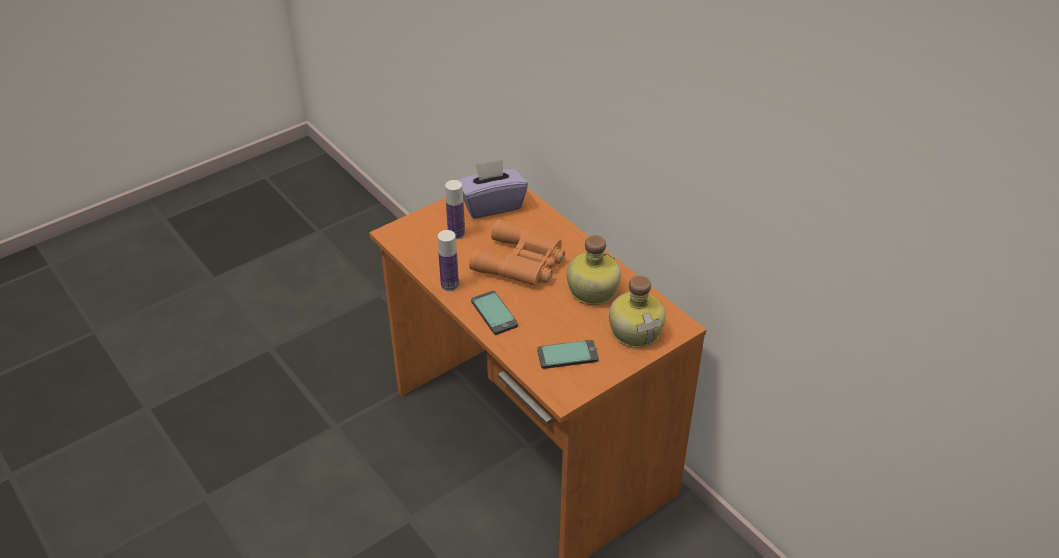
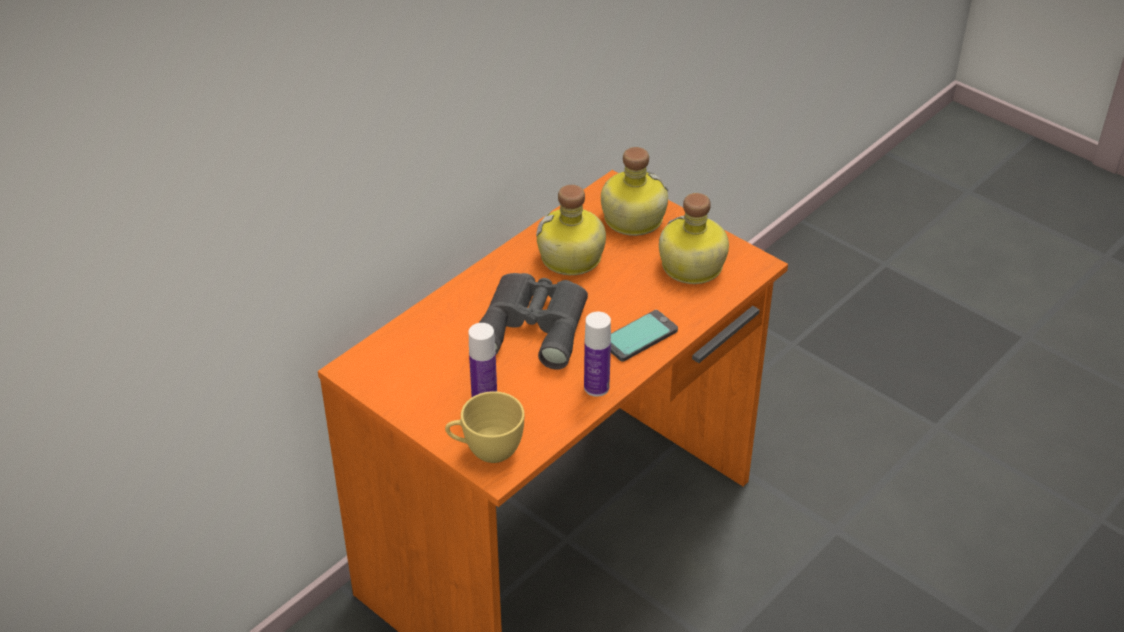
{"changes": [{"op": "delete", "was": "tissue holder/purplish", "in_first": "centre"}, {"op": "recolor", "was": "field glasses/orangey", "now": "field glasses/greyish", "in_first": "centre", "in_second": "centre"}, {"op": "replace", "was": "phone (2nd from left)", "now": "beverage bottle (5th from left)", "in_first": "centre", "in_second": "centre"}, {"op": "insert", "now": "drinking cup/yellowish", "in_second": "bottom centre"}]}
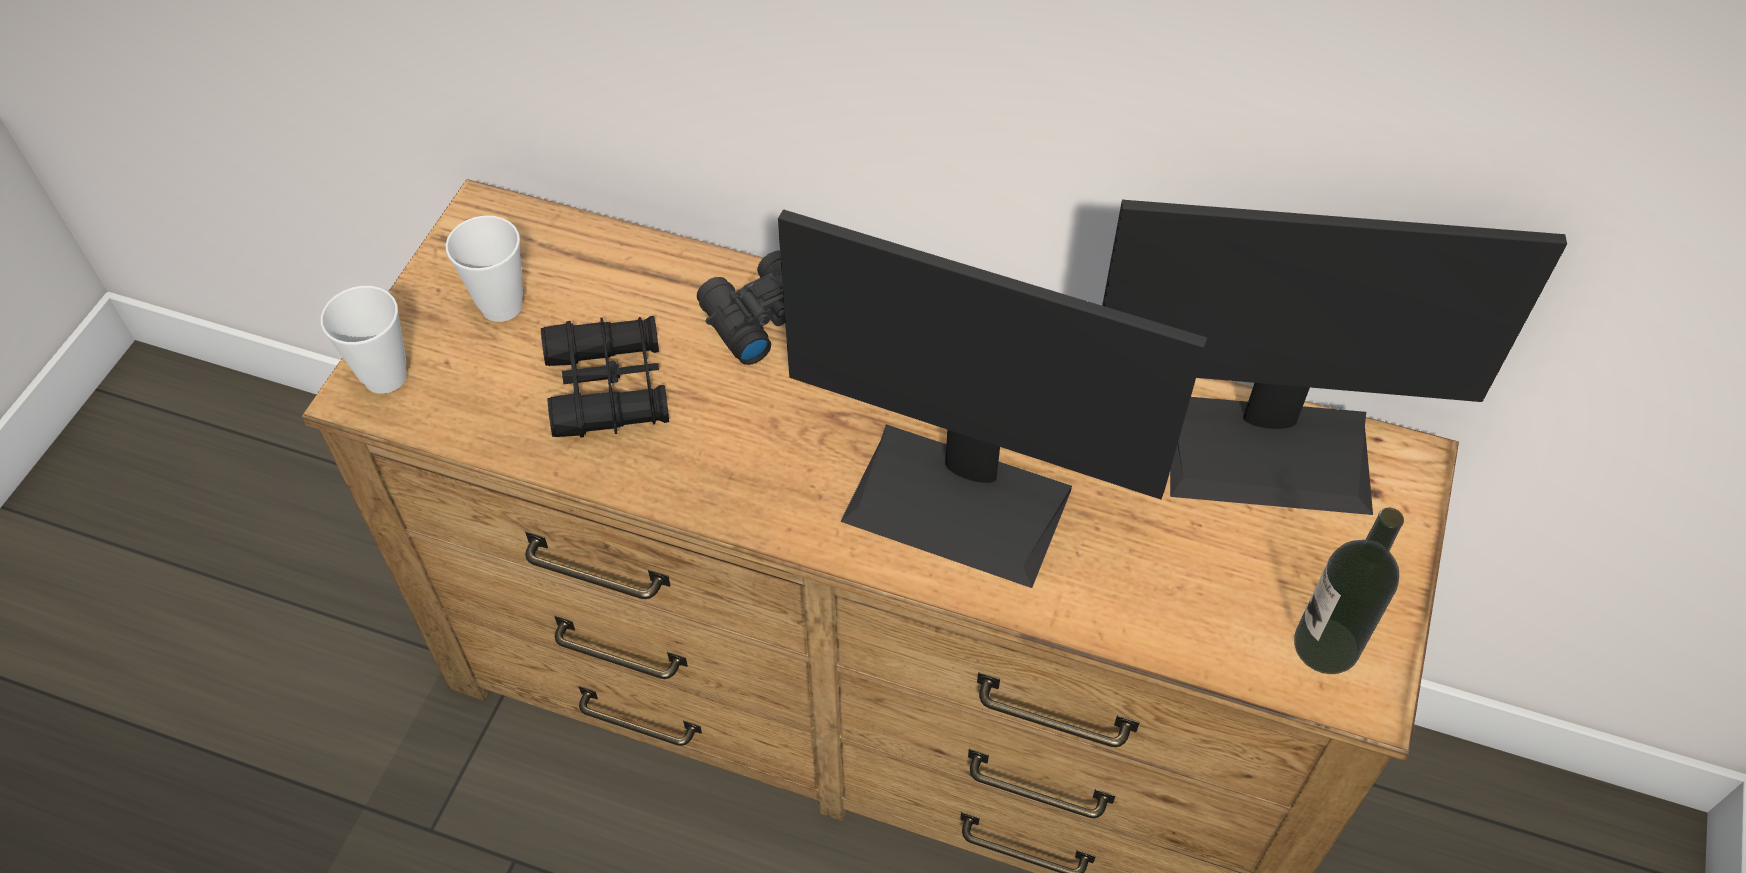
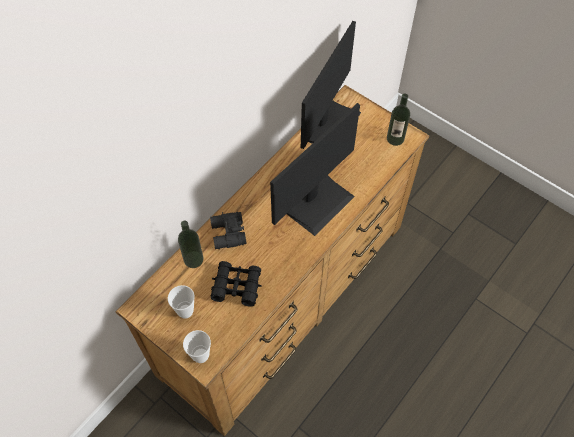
{"changes": [{"op": "insert", "now": "beverage bottle (1st from left)", "in_second": "middle left"}]}
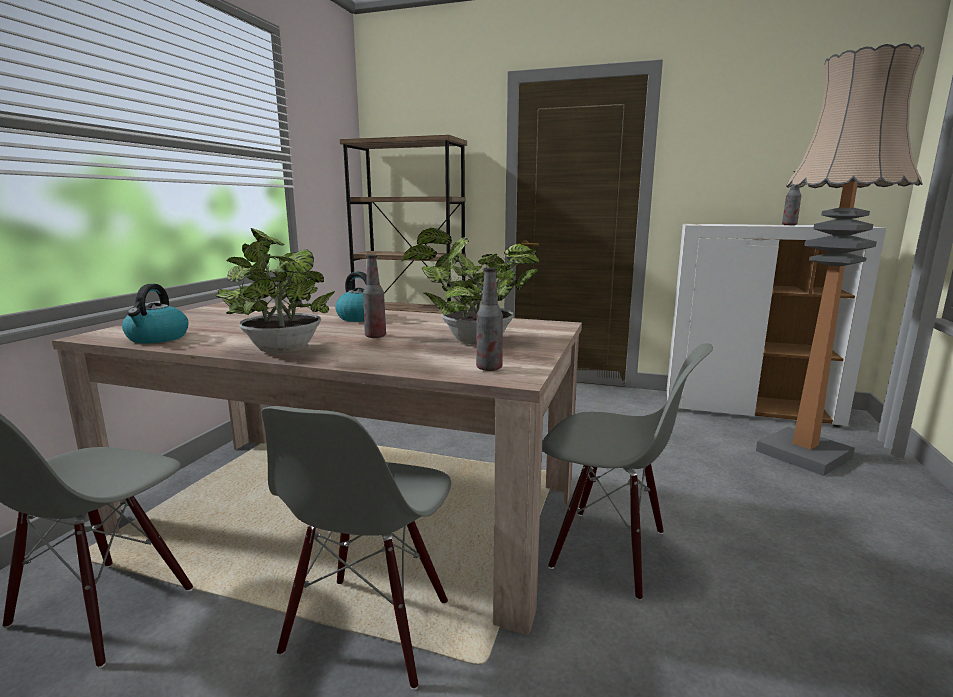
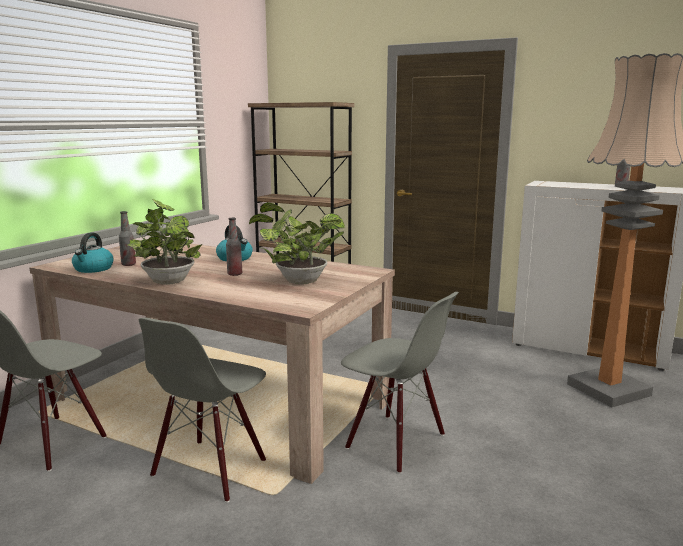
{"changes": [{"op": "move", "was": "beverage bottle (2nd from left in the first image)", "now": "beverage bottle (1st from left)", "in_first": "centre", "in_second": "middle left"}]}
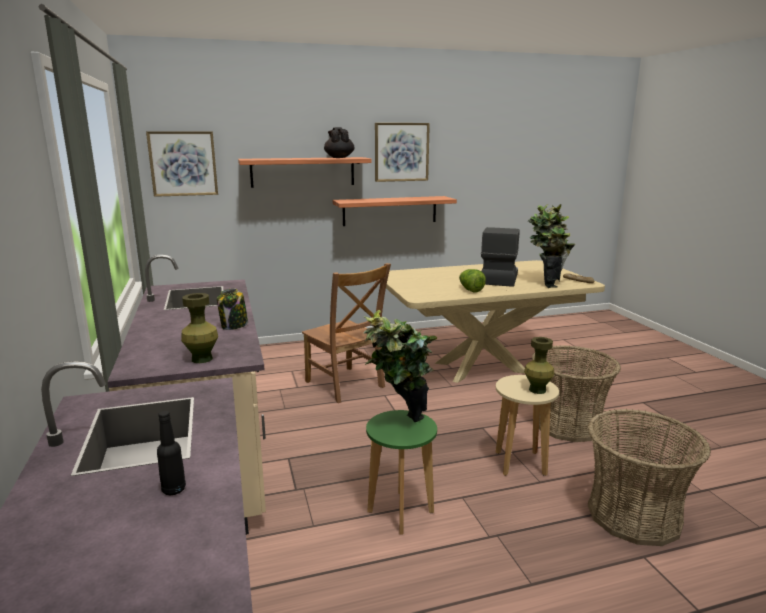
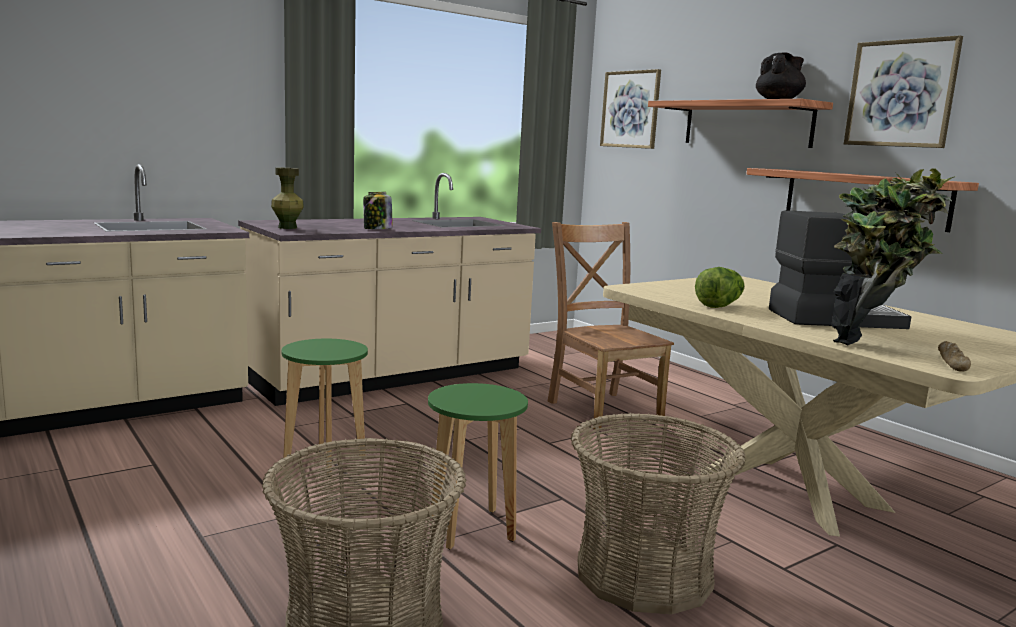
{"changes": [{"op": "rotate", "was": "upright chair/brown-coloured", "in_first": "centre", "in_second": "centre", "clockwise": 120}, {"op": "delete", "was": "plant in a pot (1st from left)", "in_first": "centre"}, {"op": "delete", "was": "decorative vase/green (2nd from left)", "in_first": "middle right"}, {"op": "recolor", "was": "stool/beige", "now": "stool/green (2nd from left)", "in_first": "bottom right", "in_second": "bottom centre"}, {"op": "delete", "was": "beverage bottle/black-coloured", "in_first": "bottom left"}]}
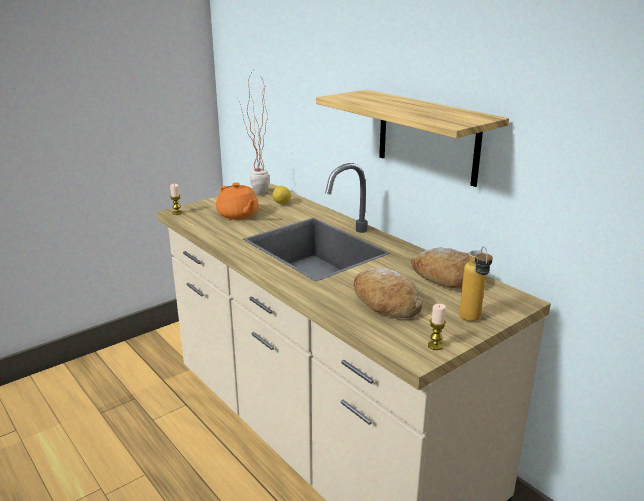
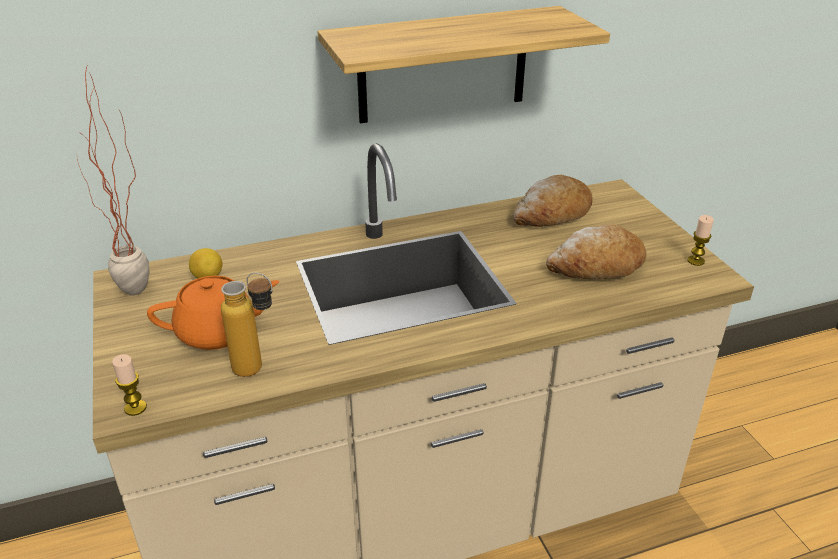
{"changes": [{"op": "move", "was": "beverage bottle", "in_first": "middle right", "in_second": "middle left"}]}
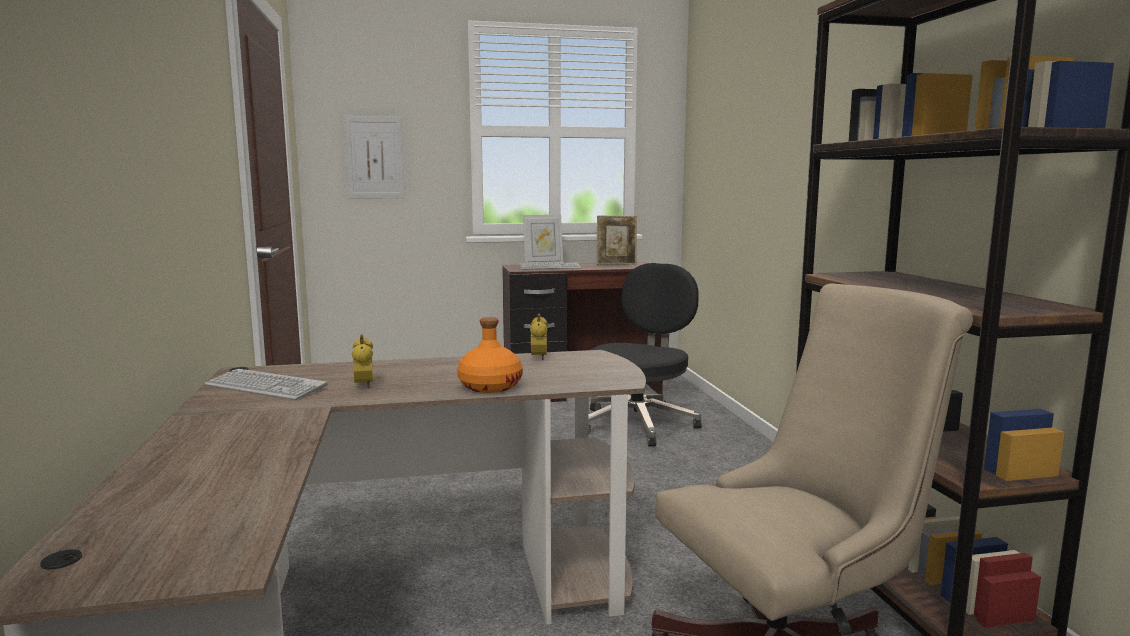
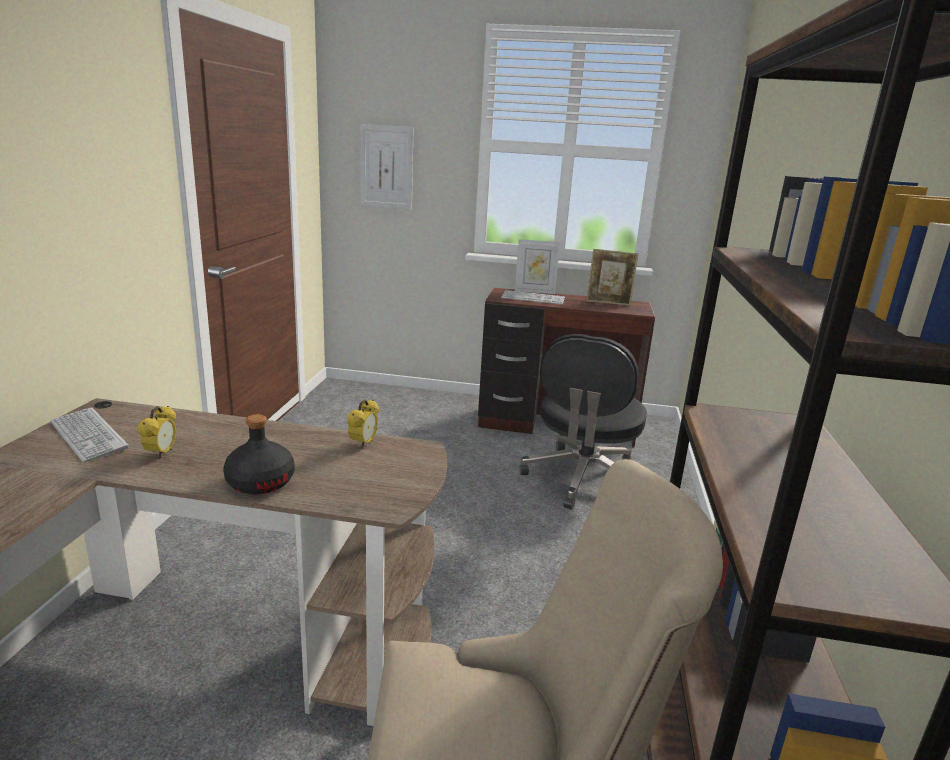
{"changes": [{"op": "rotate", "was": "office chair/black-coloured", "in_first": "centre", "in_second": "centre", "clockwise": 150}, {"op": "recolor", "was": "beverage bottle/orangey", "now": "beverage bottle/black-coloured", "in_first": "centre", "in_second": "middle left"}]}
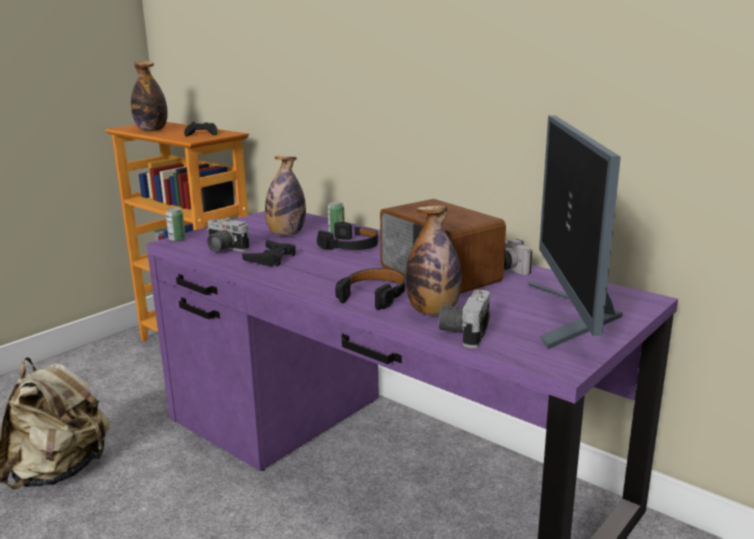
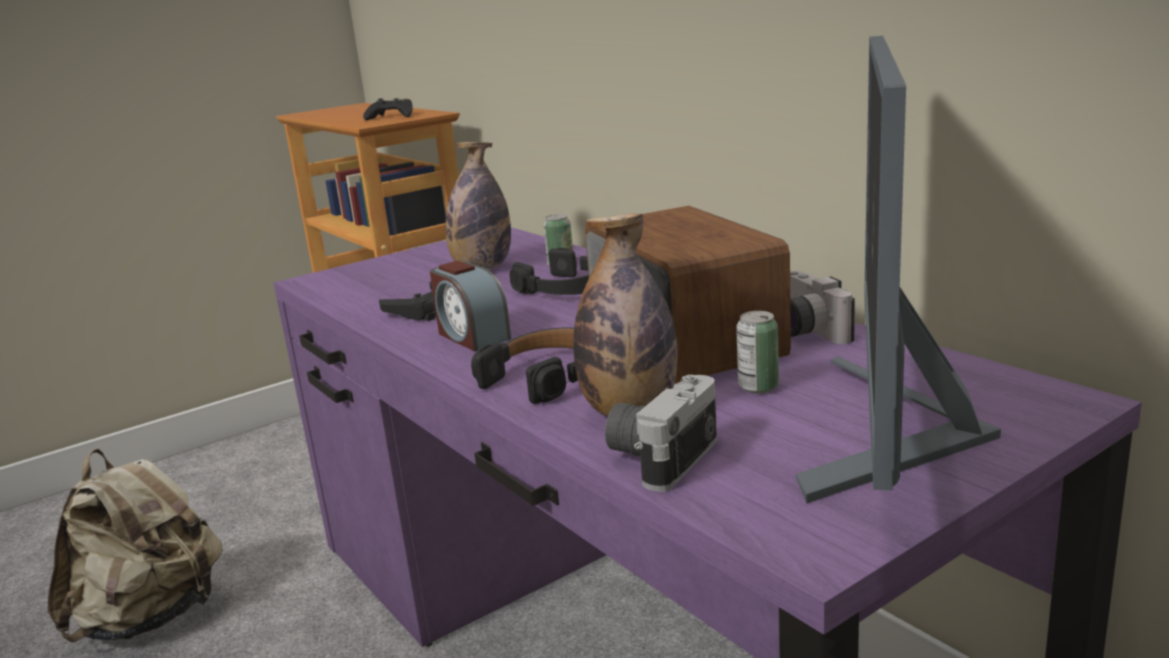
{"changes": [{"op": "delete", "was": "beverage bottle (1st from left)", "in_first": "top left"}, {"op": "move", "was": "metal can (1st from left in the first image)", "now": "metal can (2nd from left)", "in_first": "middle left", "in_second": "centre"}, {"op": "delete", "was": "photo camera (1st from left)", "in_first": "middle left"}, {"op": "insert", "now": "alarm clock", "in_second": "centre"}]}
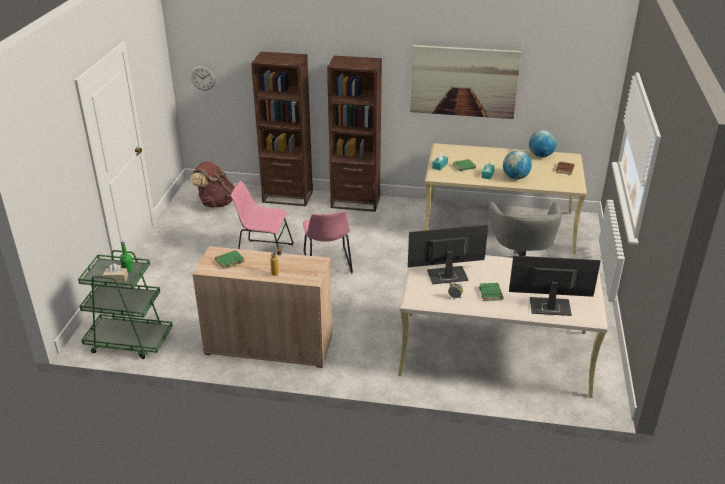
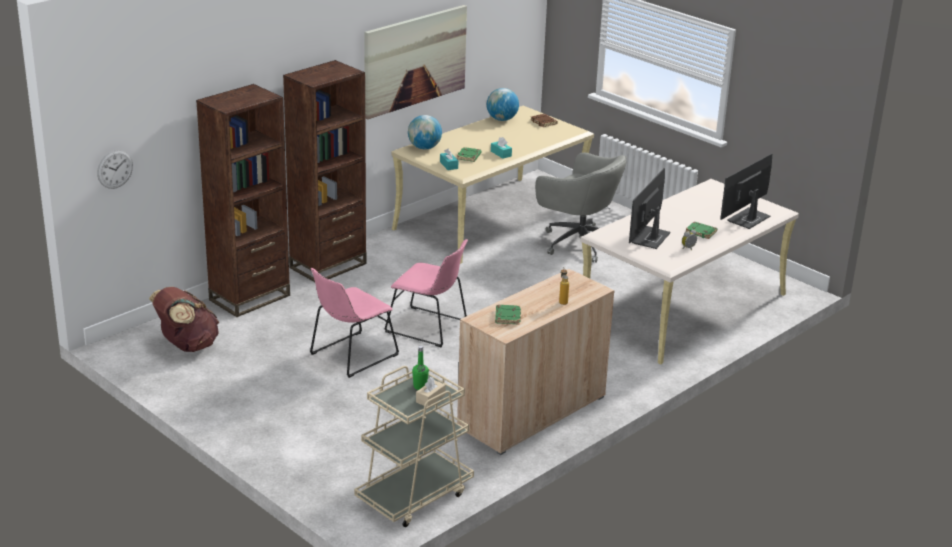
{"changes": [{"op": "move", "was": "globe (1st from left)", "in_first": "middle right", "in_second": "top centre"}, {"op": "recolor", "was": "cart/green", "now": "cart/beige", "in_first": "middle left", "in_second": "bottom centre"}]}
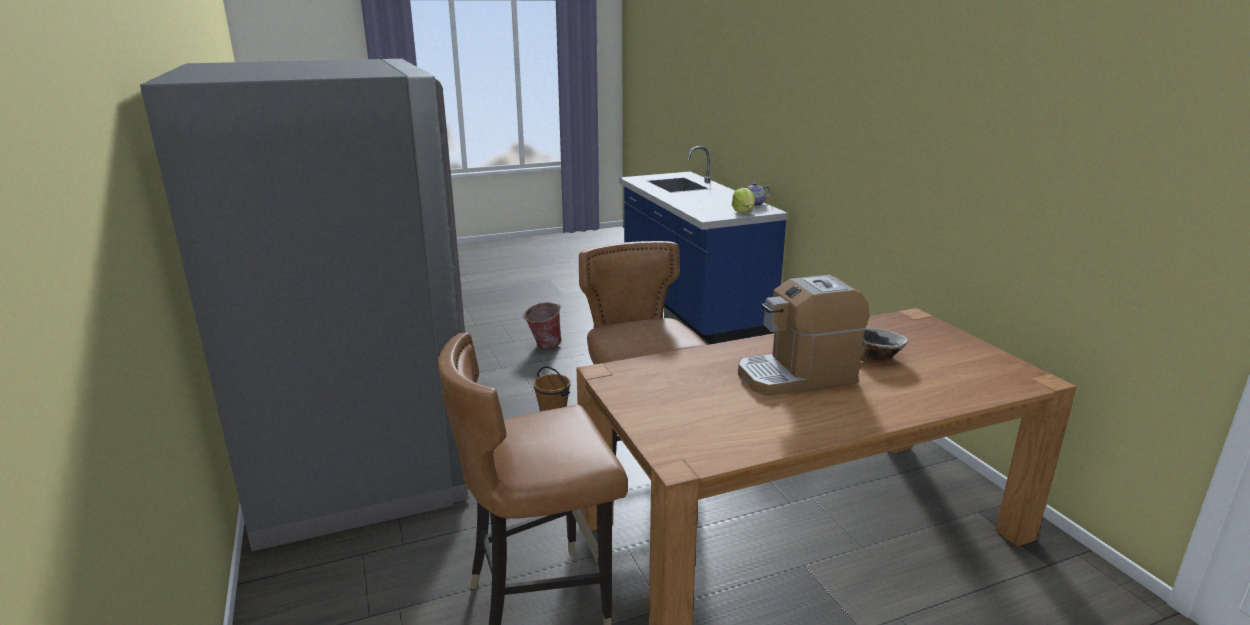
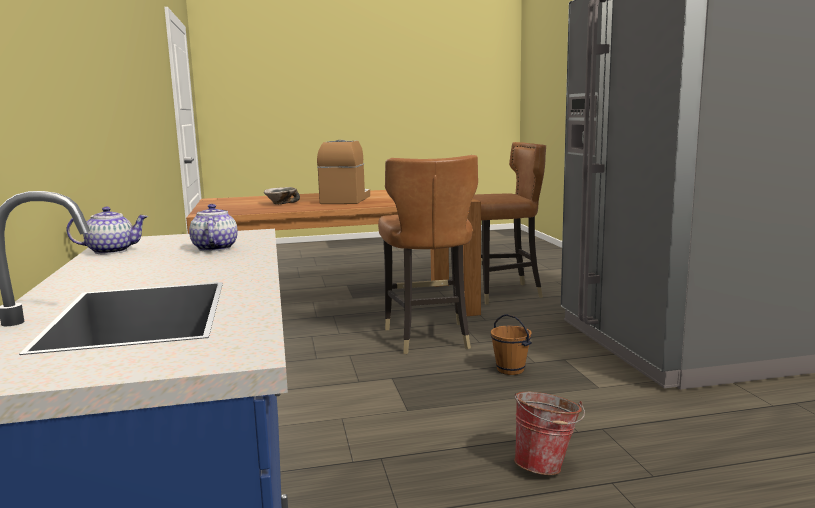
{"changes": [{"op": "delete", "was": "lettuce", "in_first": "top centre"}, {"op": "rotate", "was": "coffee brewer", "in_first": "centre", "in_second": "centre", "clockwise": -75}, {"op": "insert", "now": "teapot (2nd from left)", "in_second": "middle left"}]}
